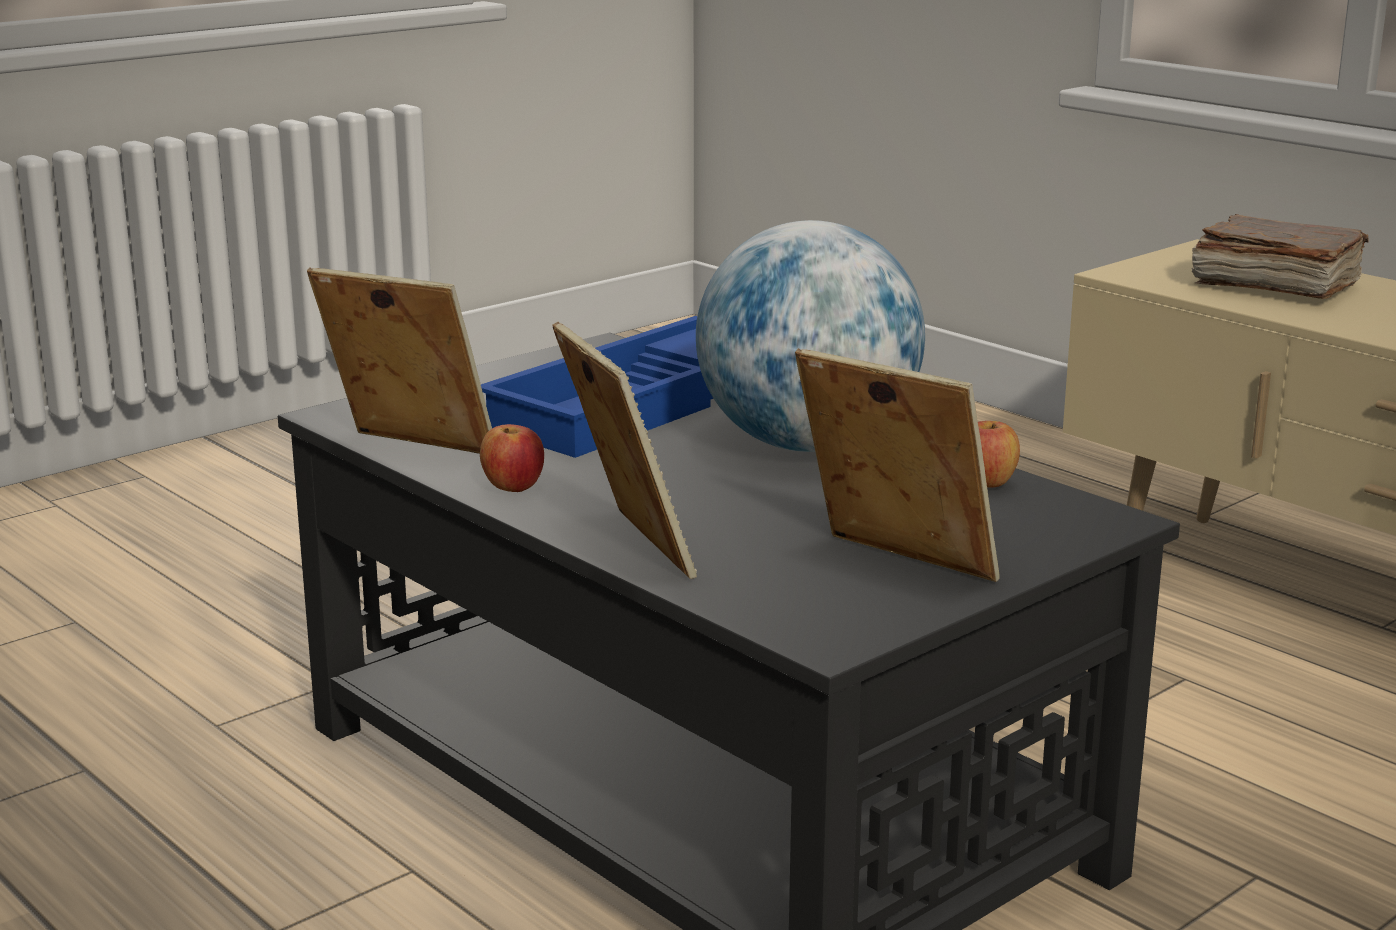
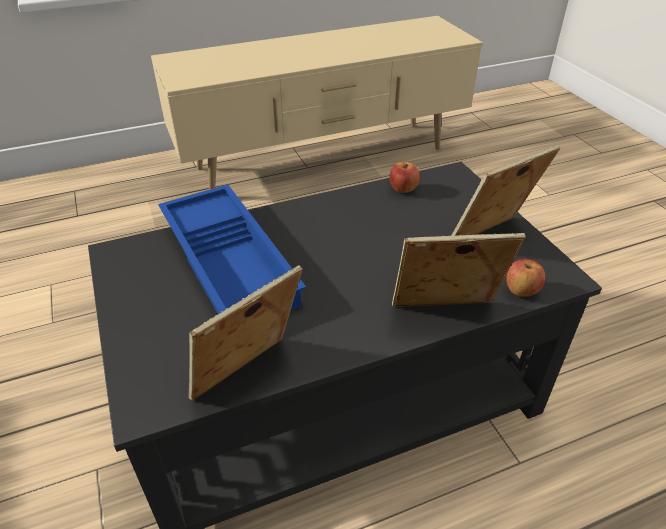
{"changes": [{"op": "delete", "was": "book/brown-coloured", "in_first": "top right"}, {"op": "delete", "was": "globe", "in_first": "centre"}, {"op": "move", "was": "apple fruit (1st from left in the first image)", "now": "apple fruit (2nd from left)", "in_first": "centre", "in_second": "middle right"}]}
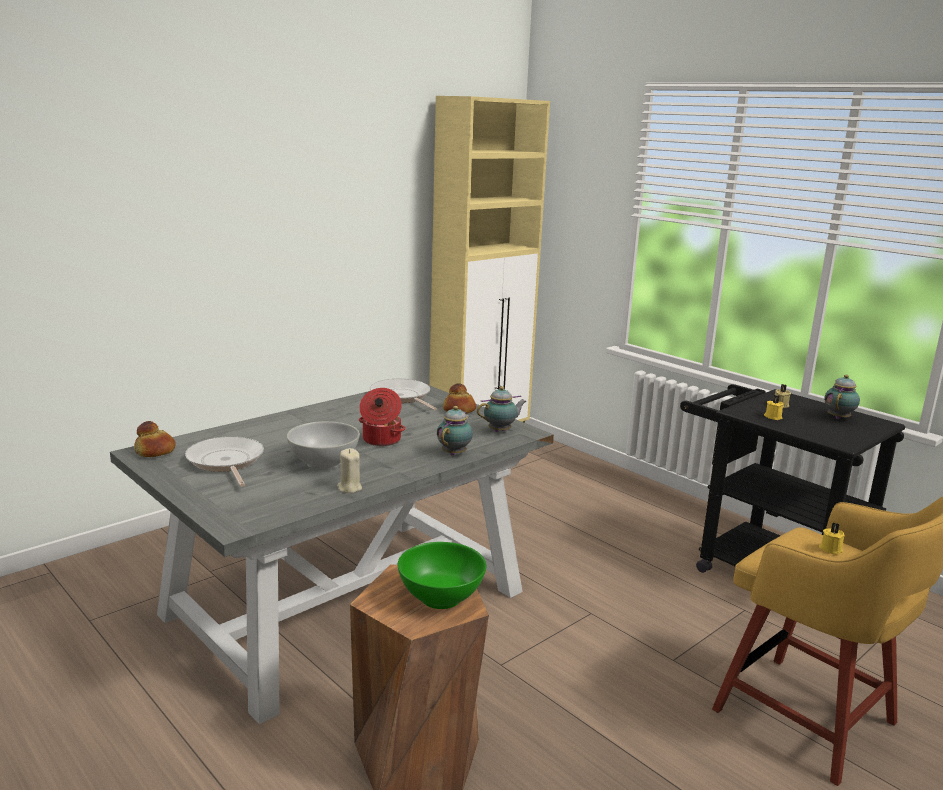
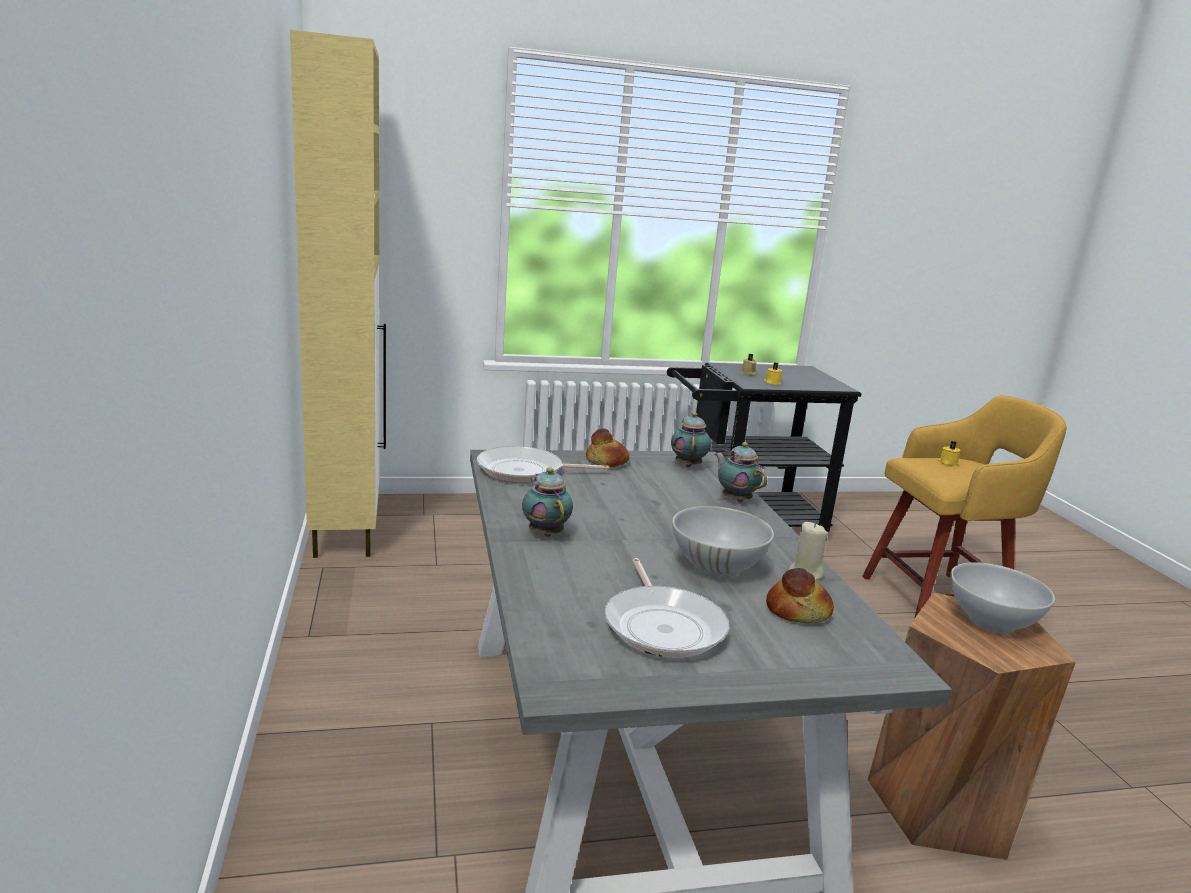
{"changes": [{"op": "move", "was": "teapot (3rd from left in the first image)", "now": "teapot (1st from left)", "in_first": "middle right", "in_second": "centre"}, {"op": "delete", "was": "stockpot", "in_first": "centre"}, {"op": "move", "was": "baked bread (1st from left in the first image)", "now": "baked bread (2nd from left)", "in_first": "middle left", "in_second": "middle right"}, {"op": "rotate", "was": "pan (1st from left in the first image)", "in_first": "middle left", "in_second": "bottom centre", "clockwise": -105}, {"op": "recolor", "was": "bowl/green", "now": "bowl/whitish (2nd from left)", "in_first": "bottom centre", "in_second": "bottom right"}]}
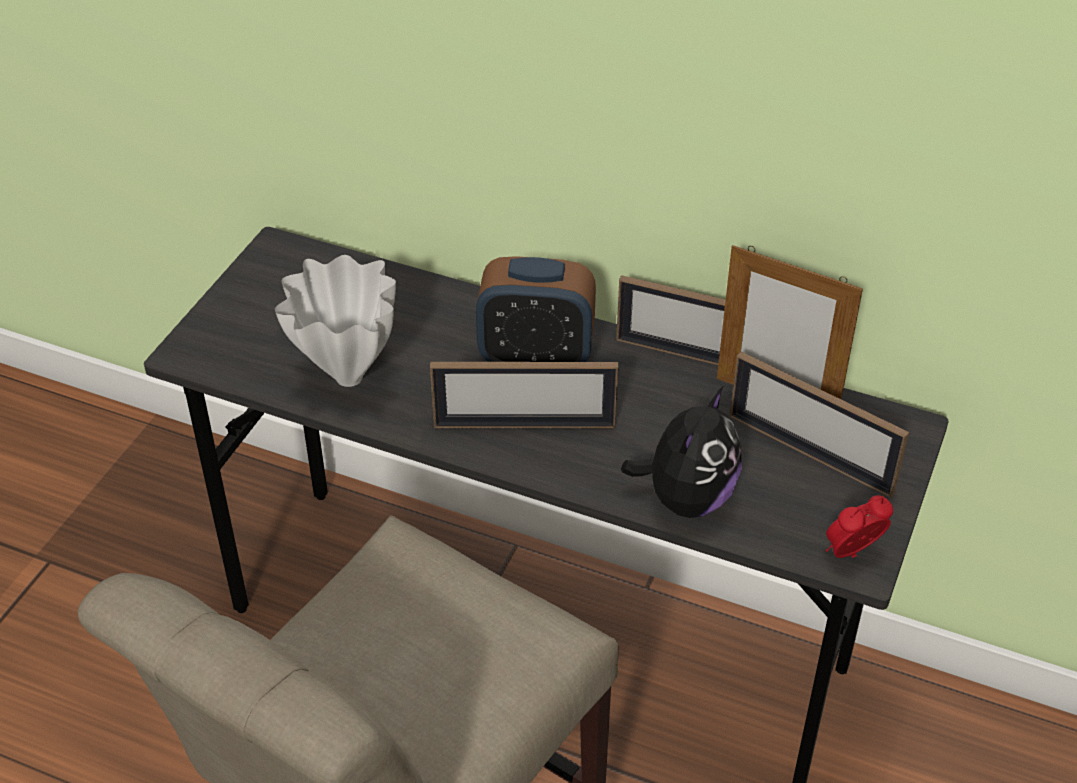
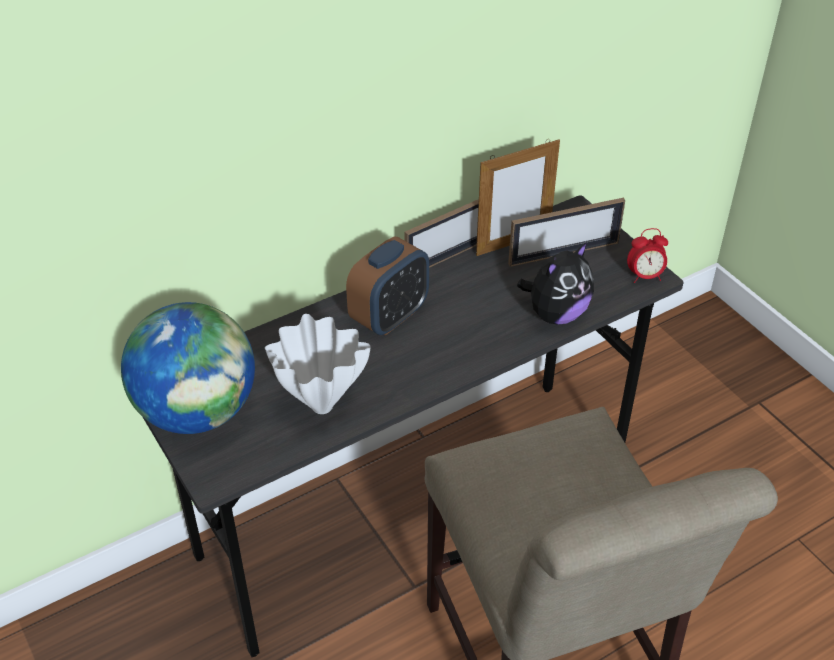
{"changes": [{"op": "delete", "was": "standing frame (1st from left)", "in_first": "centre"}, {"op": "rotate", "was": "plush toy", "in_first": "centre", "in_second": "centre", "clockwise": 75}, {"op": "rotate", "was": "alarm clock (2nd from left)", "in_first": "bottom right", "in_second": "middle right", "clockwise": -105}, {"op": "insert", "now": "globe", "in_second": "middle left"}]}
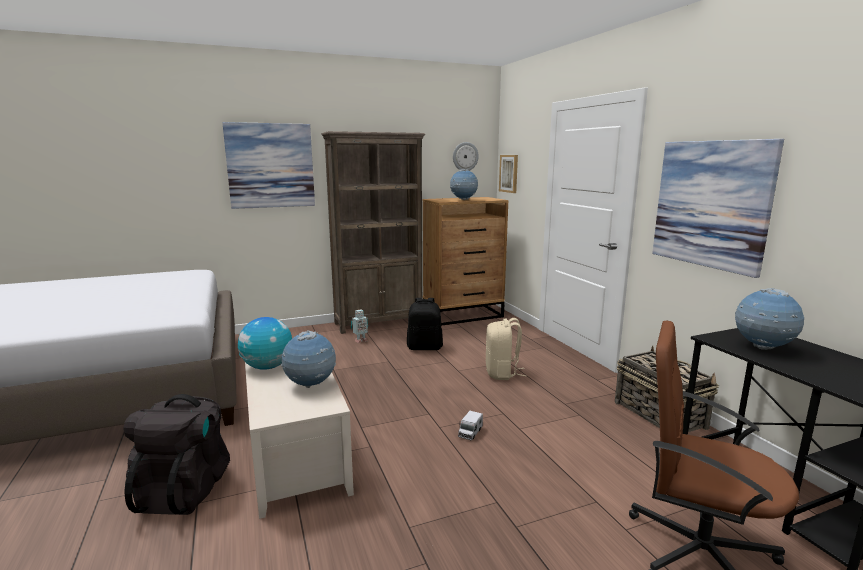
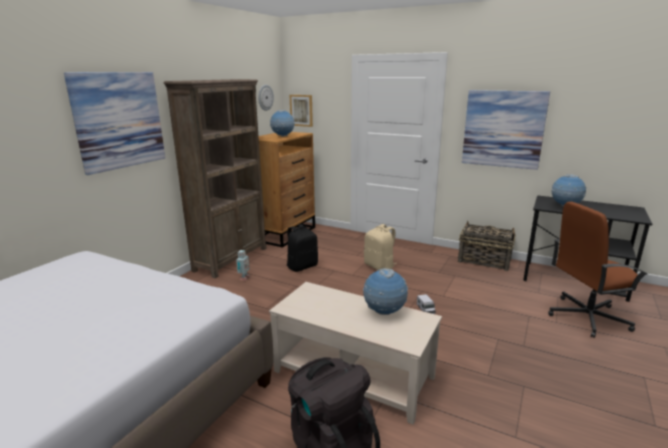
{"changes": [{"op": "delete", "was": "globe (1st from left)", "in_first": "middle left"}]}
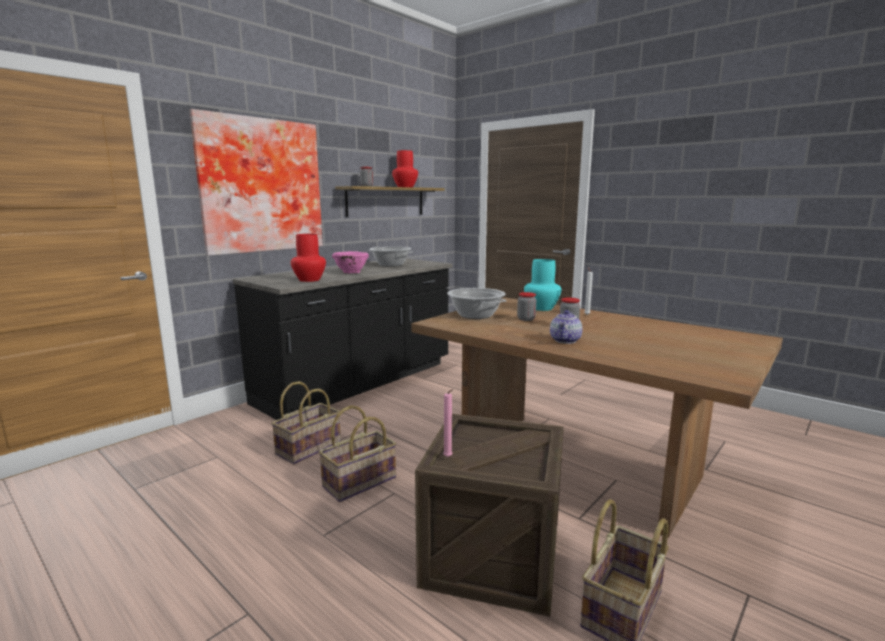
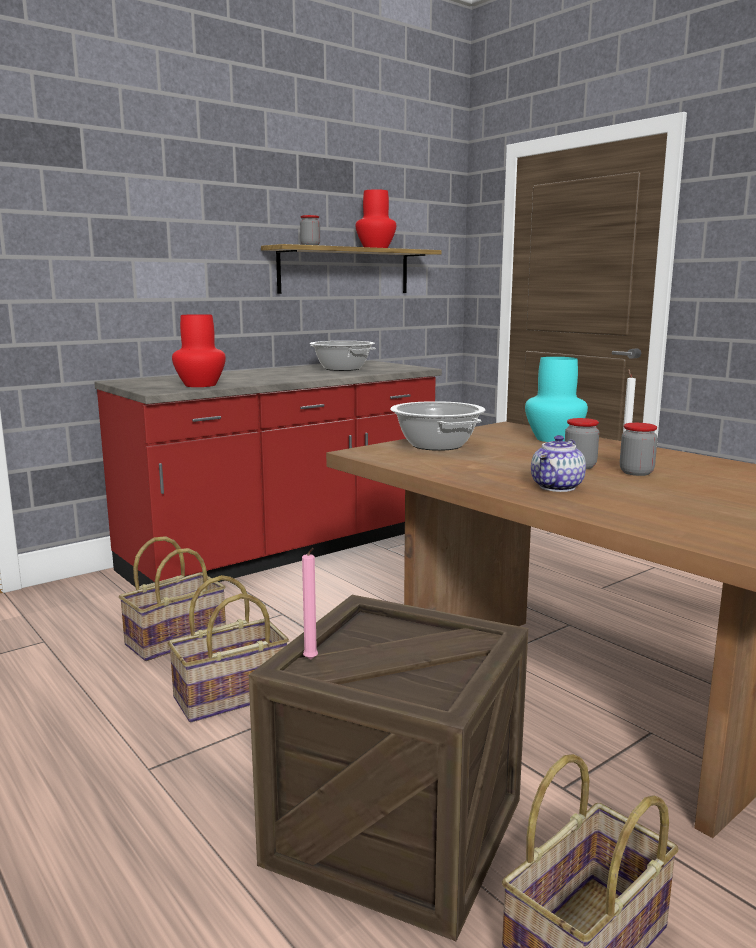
{"changes": [{"op": "delete", "was": "picture", "in_first": "top left"}, {"op": "delete", "was": "bowl/pinkish", "in_first": "centre"}, {"op": "recolor", "was": "counter/black-coloured", "now": "counter/red", "in_first": "centre", "in_second": "centre"}, {"op": "move", "was": "storage jar (2nd from left in the first image)", "now": "storage jar (3rd from left)", "in_first": "centre", "in_second": "middle right"}]}
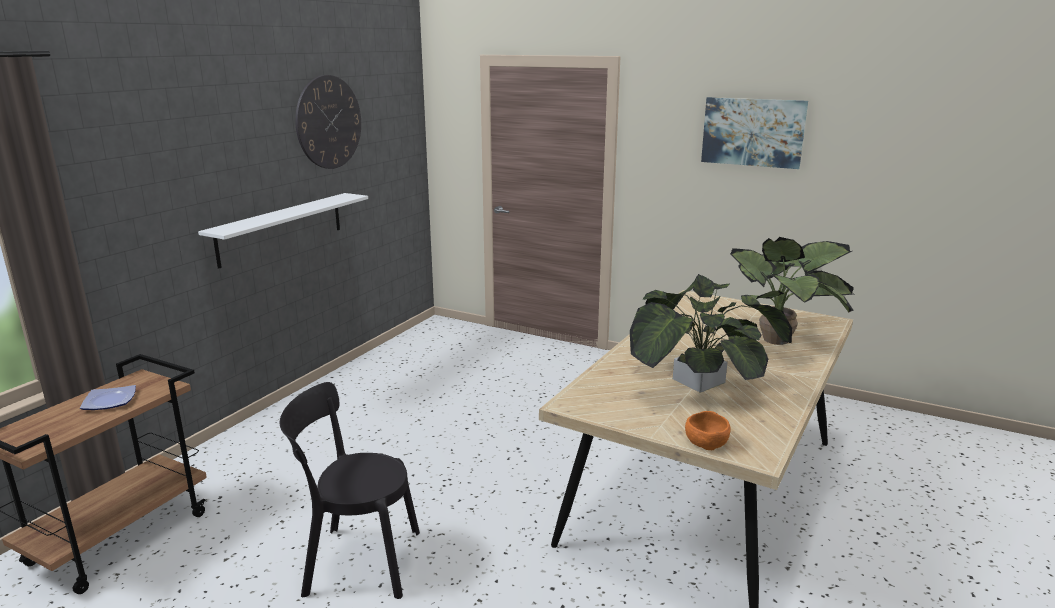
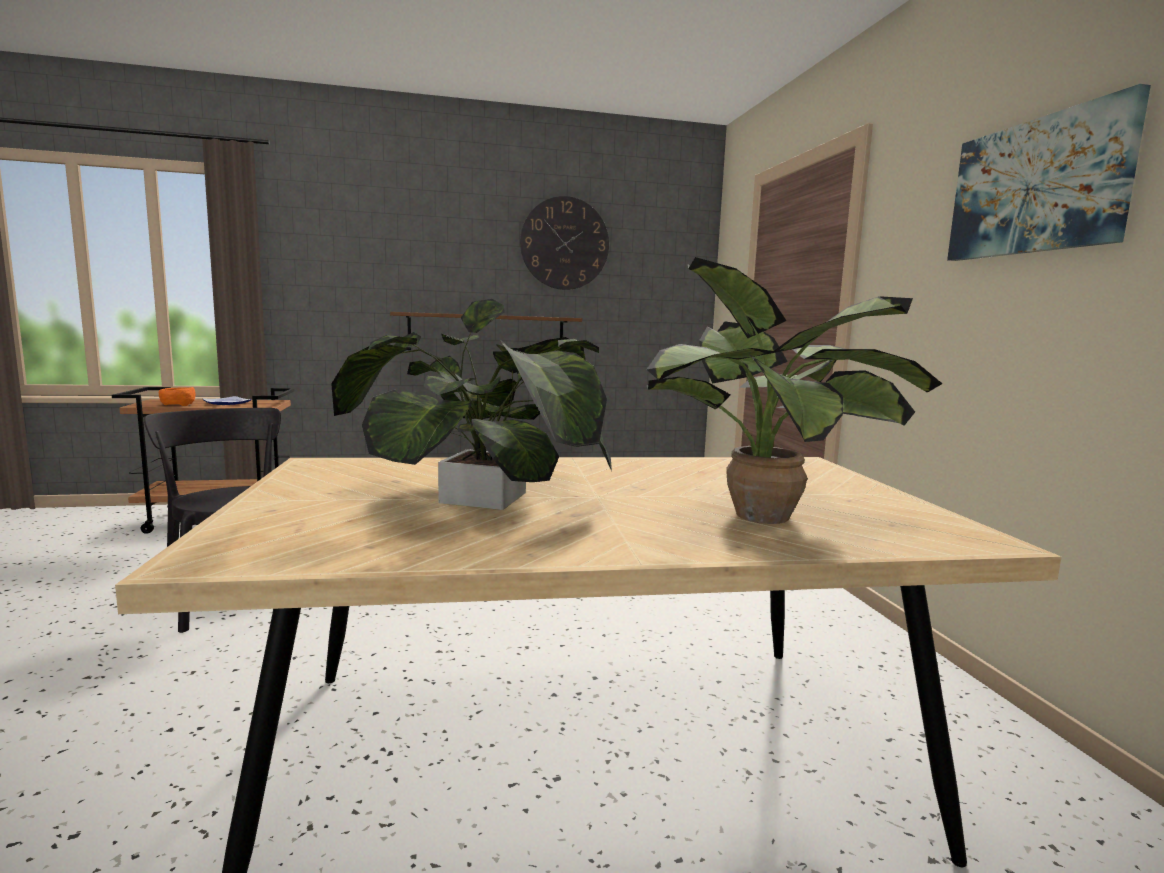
{"changes": [{"op": "recolor", "was": "shelf/whitish", "now": "shelf/brown-coloured", "in_first": "middle left", "in_second": "centre"}, {"op": "move", "was": "bowl/orangey", "in_first": "bottom right", "in_second": "middle left"}]}
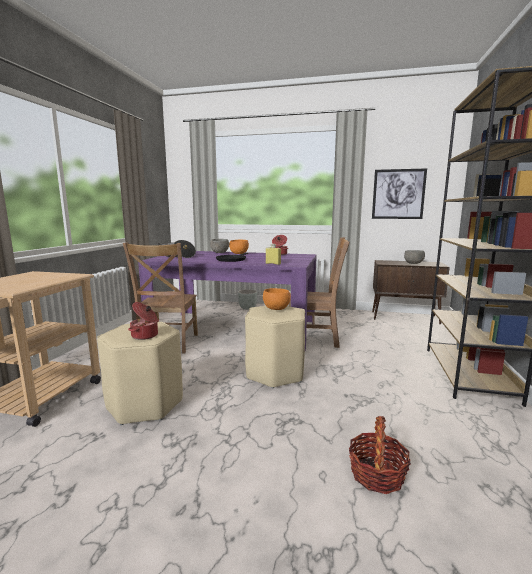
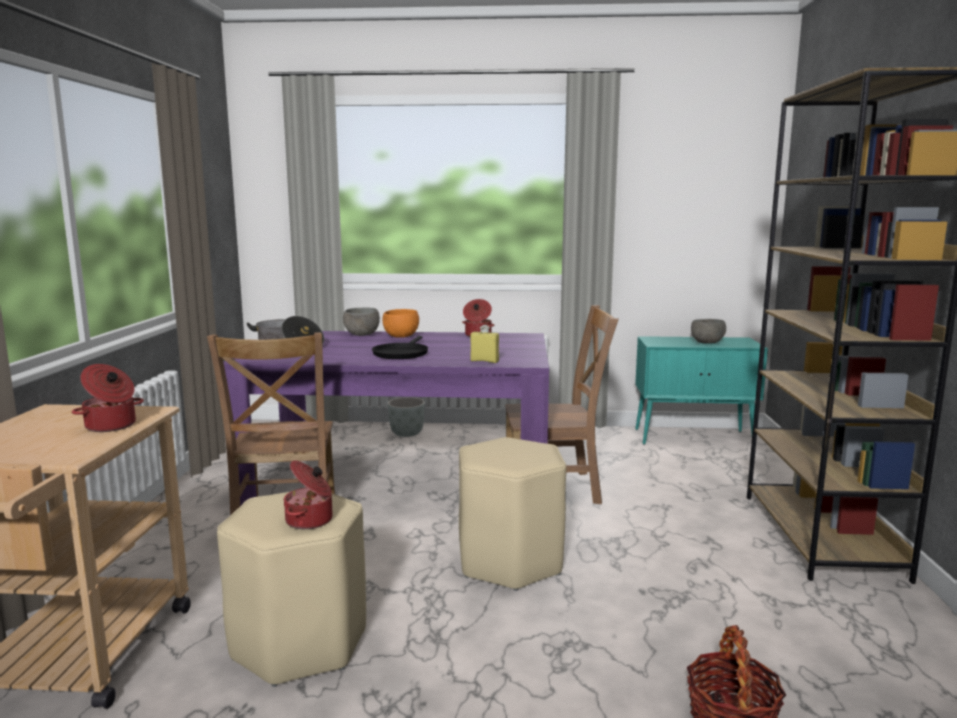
{"changes": [{"op": "delete", "was": "picture", "in_first": "middle right"}, {"op": "recolor", "was": "cupboard/brown-coloured", "now": "cupboard/blue-green", "in_first": "middle right", "in_second": "middle right"}, {"op": "delete", "was": "bowl/orangey (2nd from left)", "in_first": "centre"}, {"op": "insert", "now": "stockpot (1st from left)", "in_second": "middle left"}]}
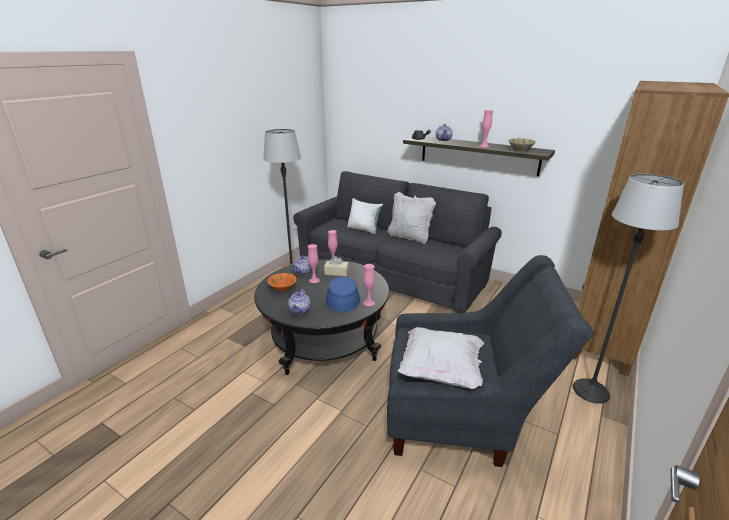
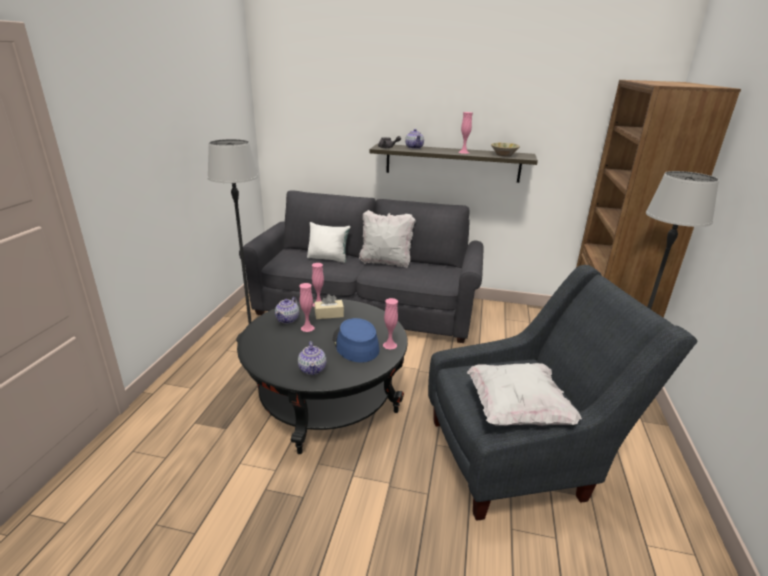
{"changes": [{"op": "delete", "was": "bowl/orangey", "in_first": "centre"}]}
